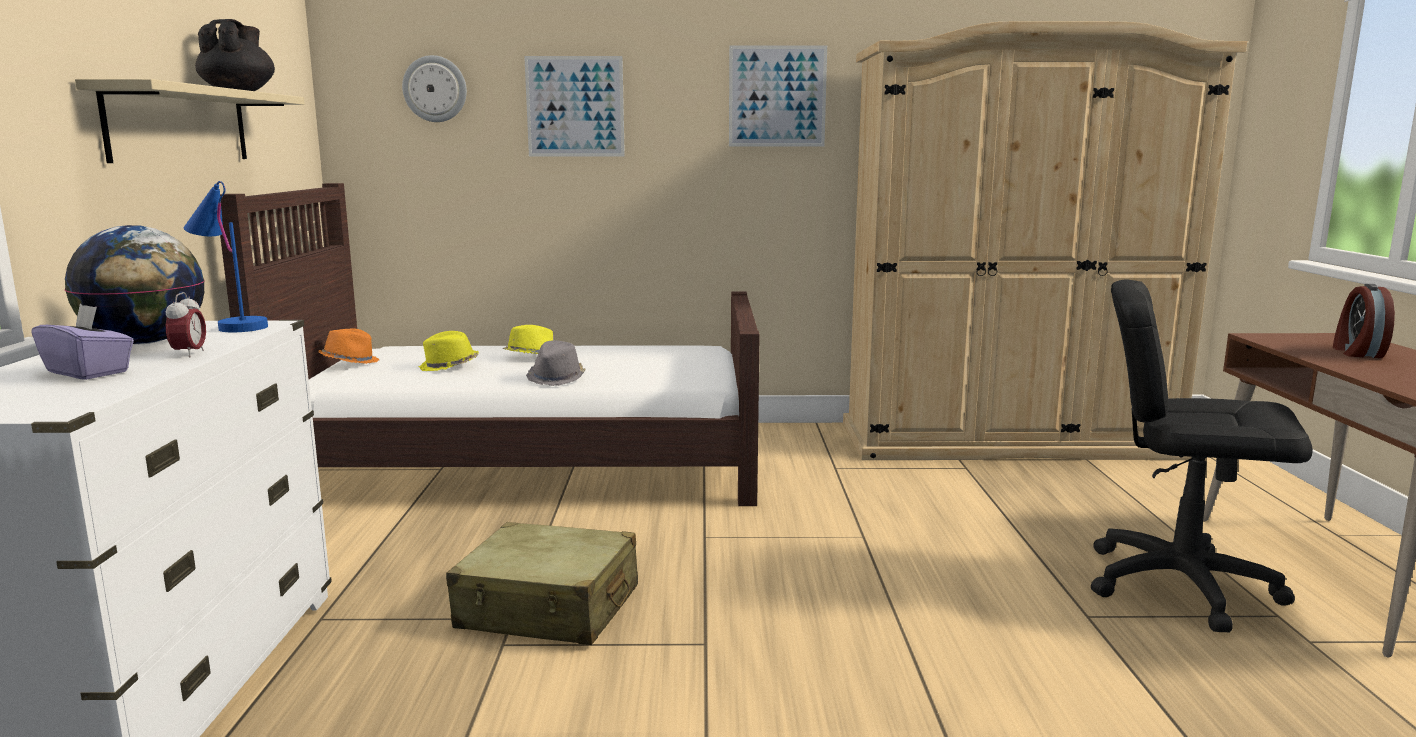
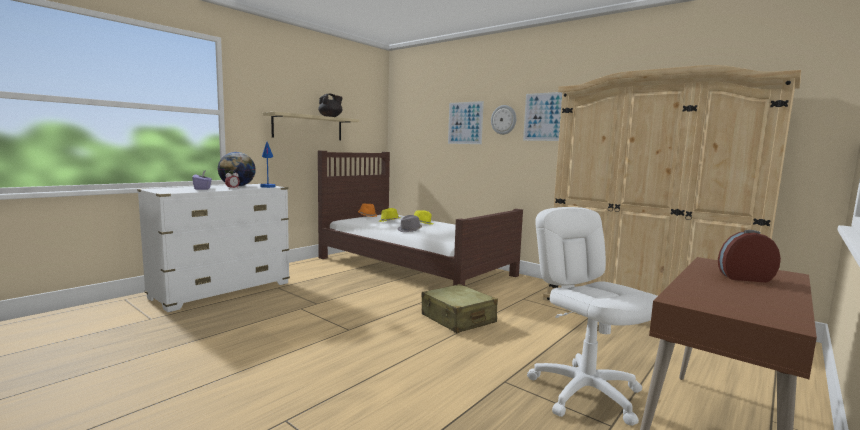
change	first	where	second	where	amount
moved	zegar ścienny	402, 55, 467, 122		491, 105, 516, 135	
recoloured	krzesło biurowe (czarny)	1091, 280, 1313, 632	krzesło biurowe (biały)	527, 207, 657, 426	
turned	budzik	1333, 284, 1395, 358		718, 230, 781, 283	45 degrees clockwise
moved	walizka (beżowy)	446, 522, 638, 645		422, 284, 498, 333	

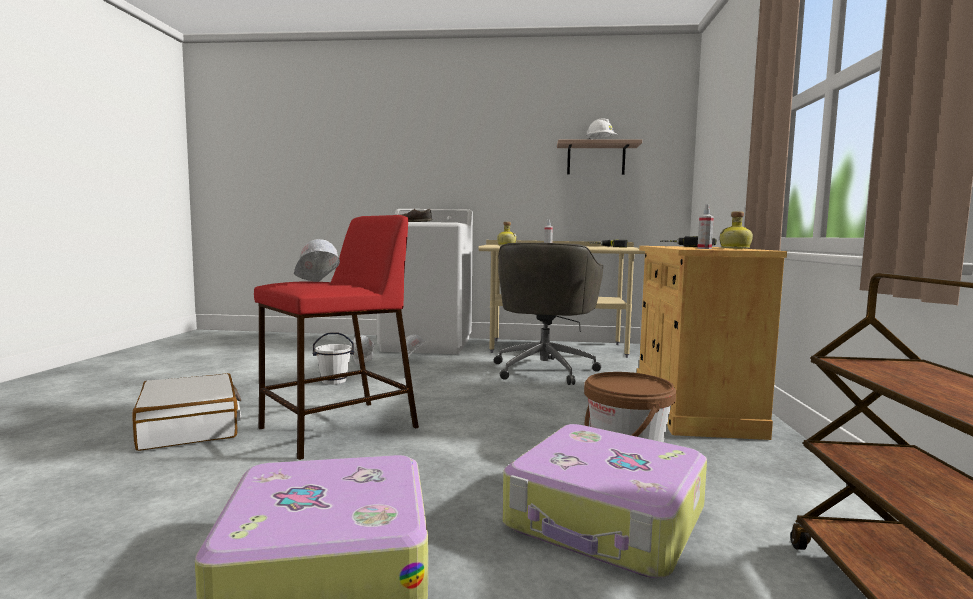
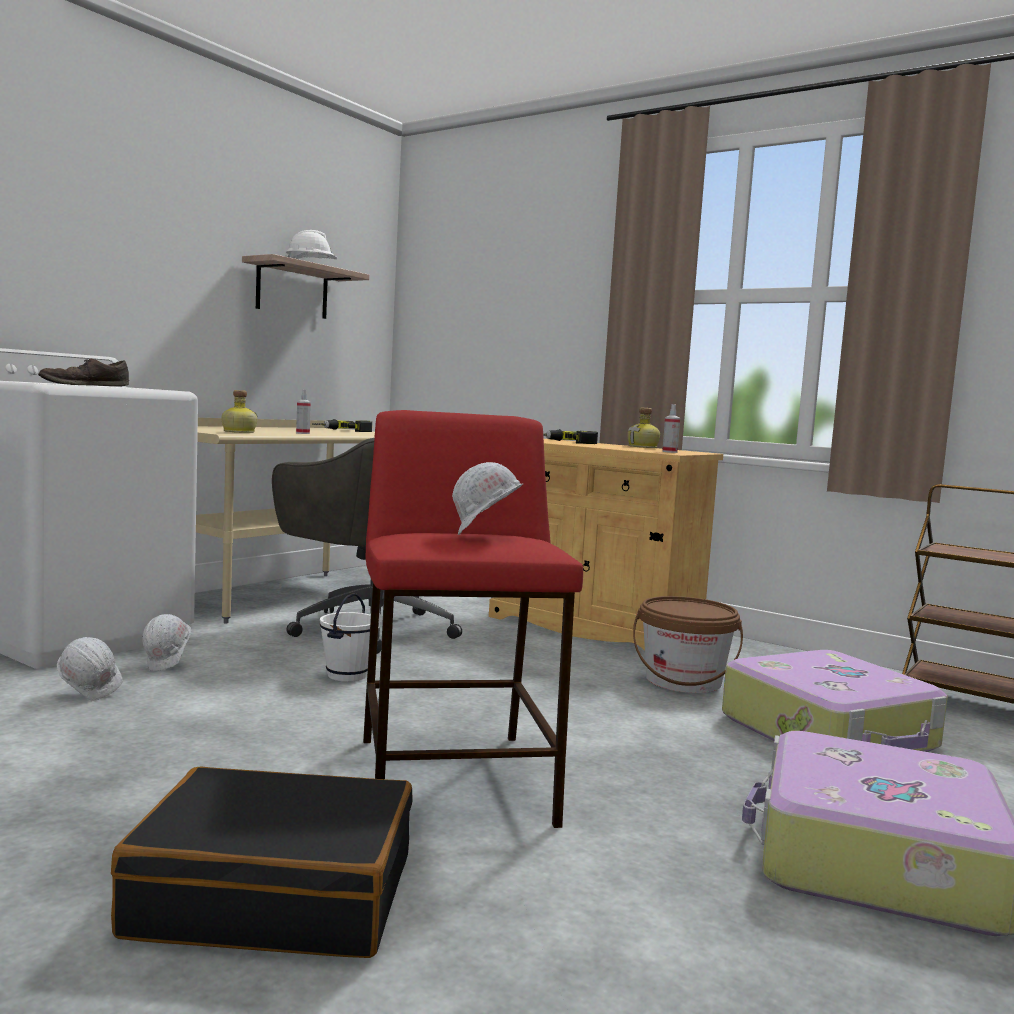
change	first	where	second	where	amount
moved	wiadro (biały)	313, 332, 354, 385		320, 593, 379, 682	
recoloured	walizka (biały)	133, 373, 241, 451	walizka (czarny)	111, 766, 413, 958	

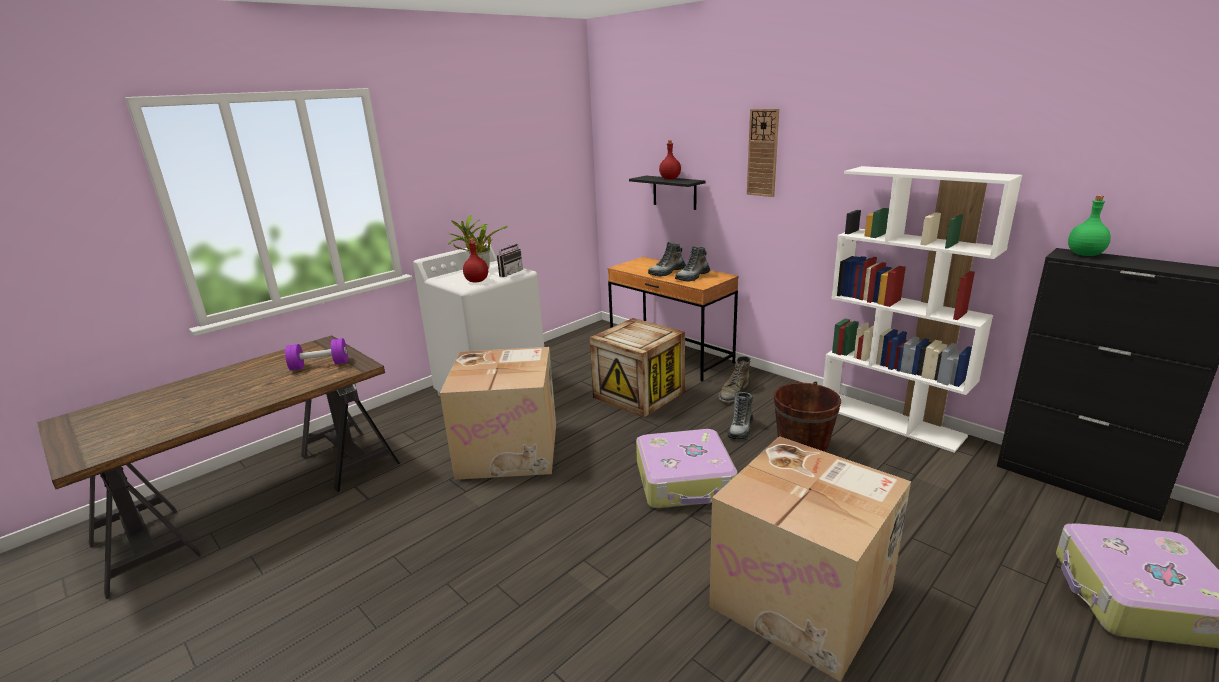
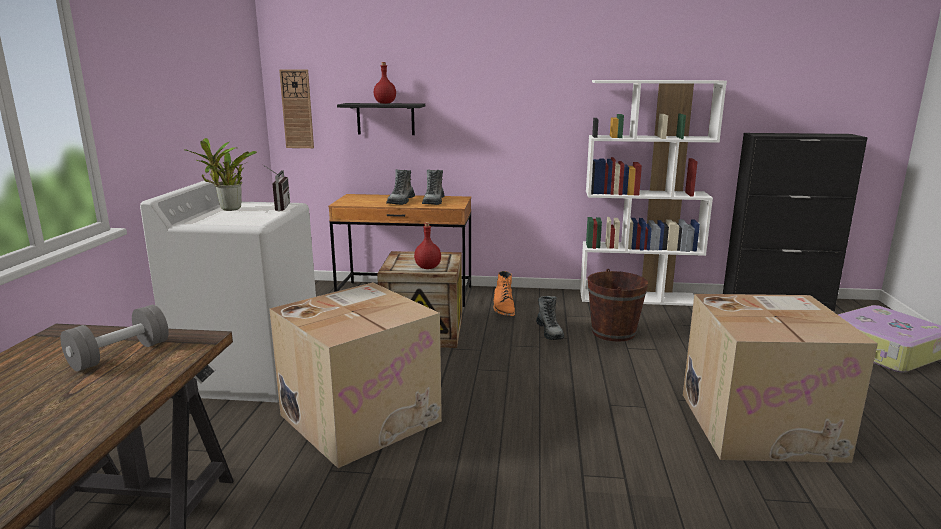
change	first	where	second	where	amount
moved	zegar ścienny	747, 109, 779, 197		279, 70, 314, 148	
removed	butelka (zielony)	1068, 195, 1111, 256			
moved	butelka (czerwony)	463, 238, 488, 282		414, 222, 441, 269	
recoloured	hantel (fioletowy)	285, 338, 348, 370	hantel (szary)	60, 305, 169, 372	
recoloured	but z cholewką (zielony)	719, 356, 751, 403	but z cholewką (pomarańczowy)	494, 271, 515, 316	
removed	walizka	636, 429, 738, 508			

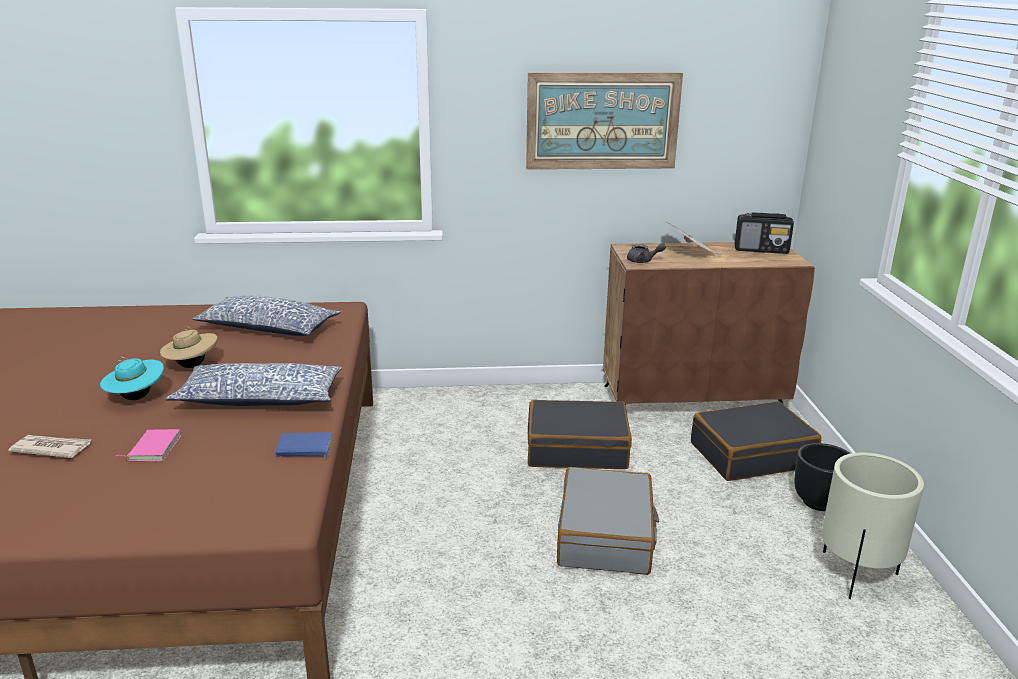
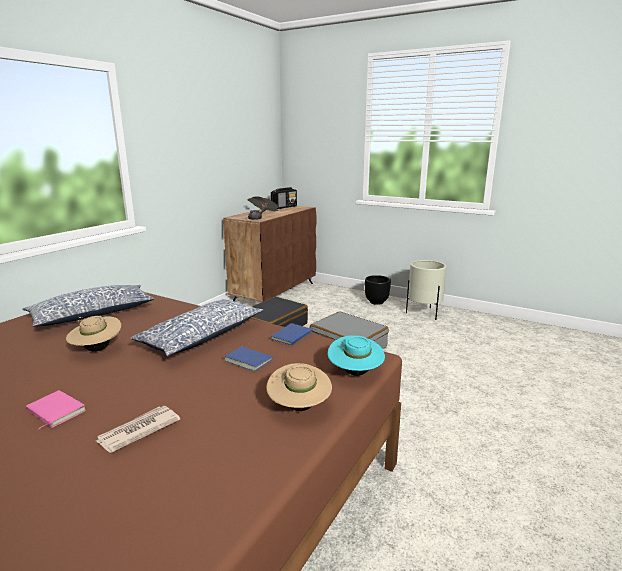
change	first	where	second	where	amount
removed	obraz	526, 72, 683, 170			
moved	kapelusz (turkusowy)	100, 356, 164, 400		328, 335, 385, 376	
removed	walizka (czarny)	691, 401, 822, 481			
moved	książka (różowy)	116, 429, 181, 461		26, 390, 86, 430	
added			książka (niebieski)	224, 344, 273, 372	
added			kapelusz (beżowy)	266, 363, 332, 411	

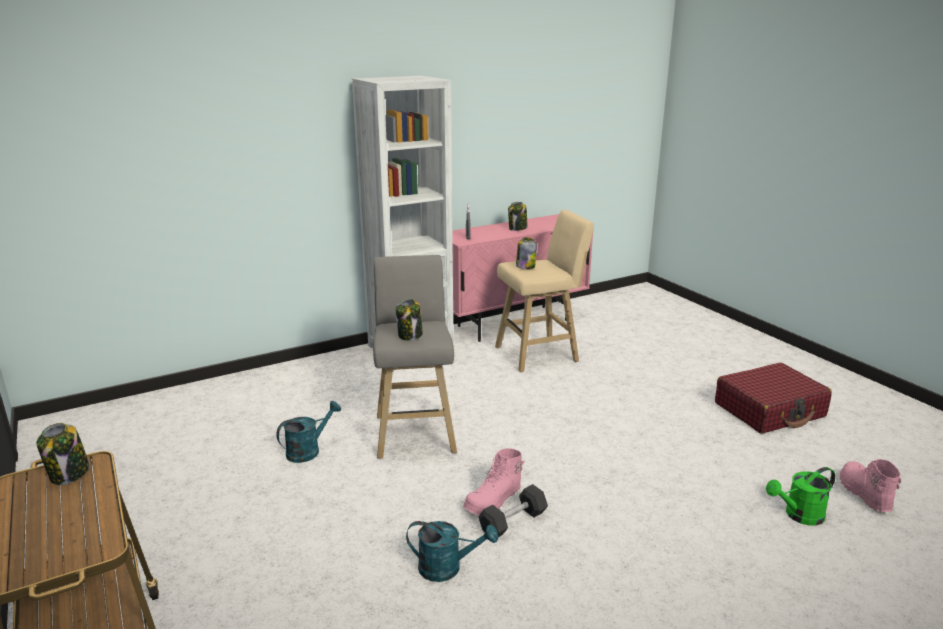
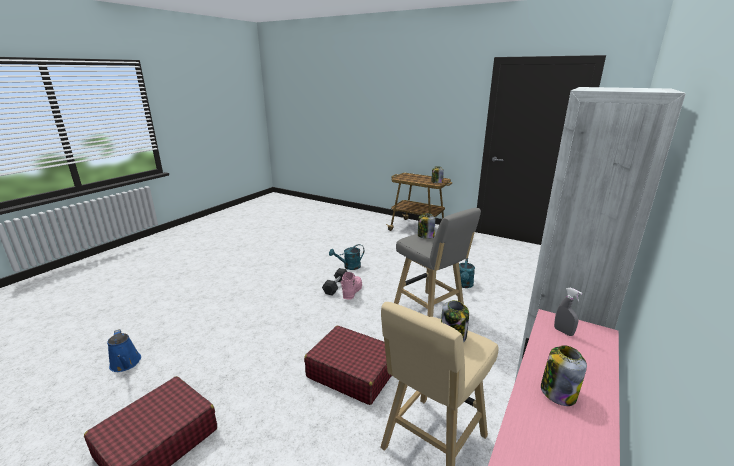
change	first	where	second	where	amount
replaced	but z cholewką (różowy)	840, 459, 901, 512	konewka (niebieski)	107, 329, 141, 372	
removed	konewka (zielony)	766, 467, 835, 526			
added			walizka (czerwony)	304, 326, 392, 405	

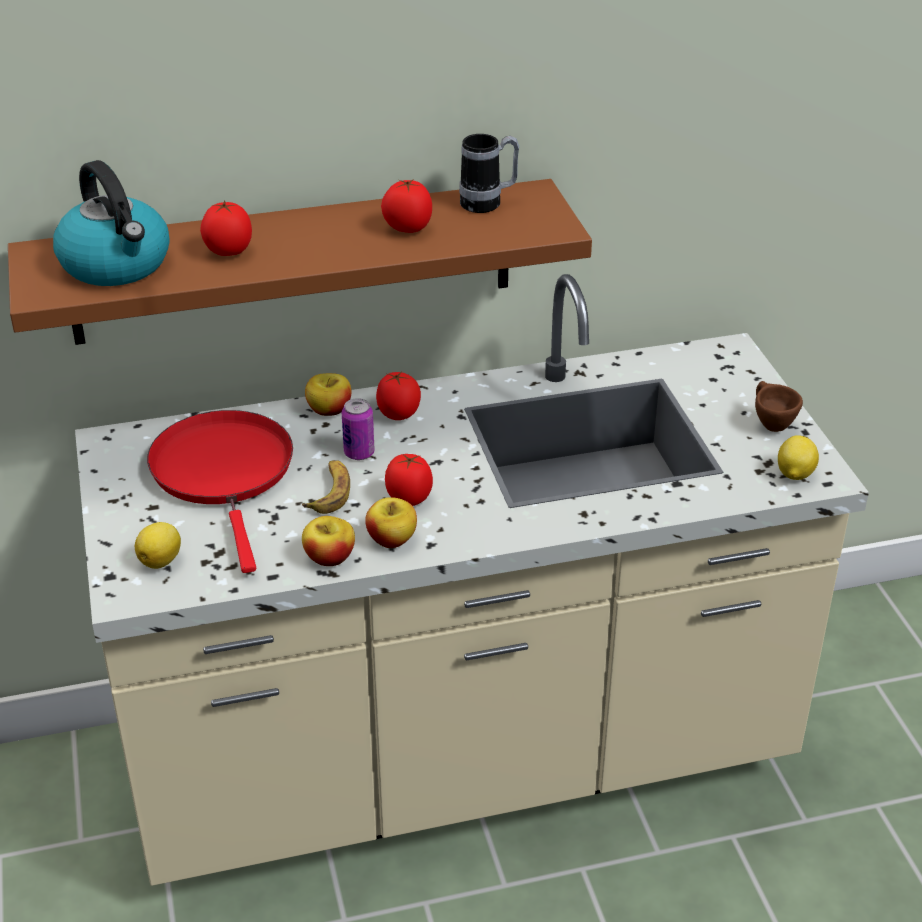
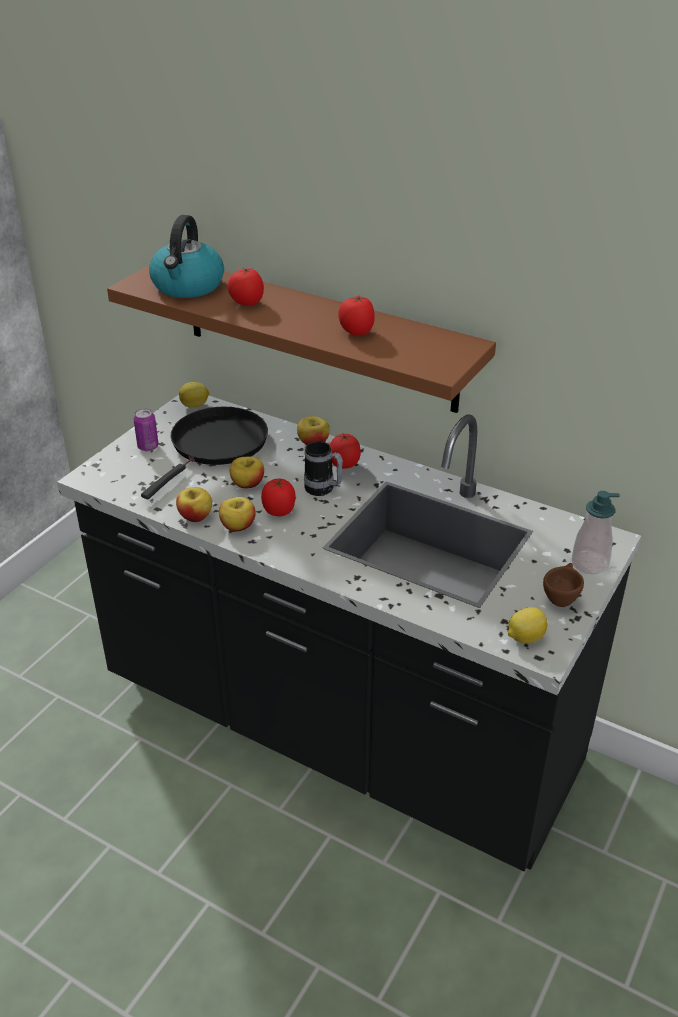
change	first	where	second	where	amount
moved	kubek	459, 134, 519, 213		304, 441, 343, 496	
recoloured	zabudowa kuchenna (beżowy)	75, 274, 869, 886	zabudowa kuchenna (czarny)	57, 395, 641, 871	
moved	puszka	342, 398, 375, 460		133, 408, 159, 451	
recoloured	patelnia (czerwony)	147, 410, 293, 573	patelnia (czarny)	141, 406, 268, 499	
replaced	banan	302, 460, 350, 514	jabłko	230, 457, 264, 488	
moved	cytryna	135, 522, 181, 569		179, 382, 210, 408	
added			dozownik mydła	572, 491, 620, 574	

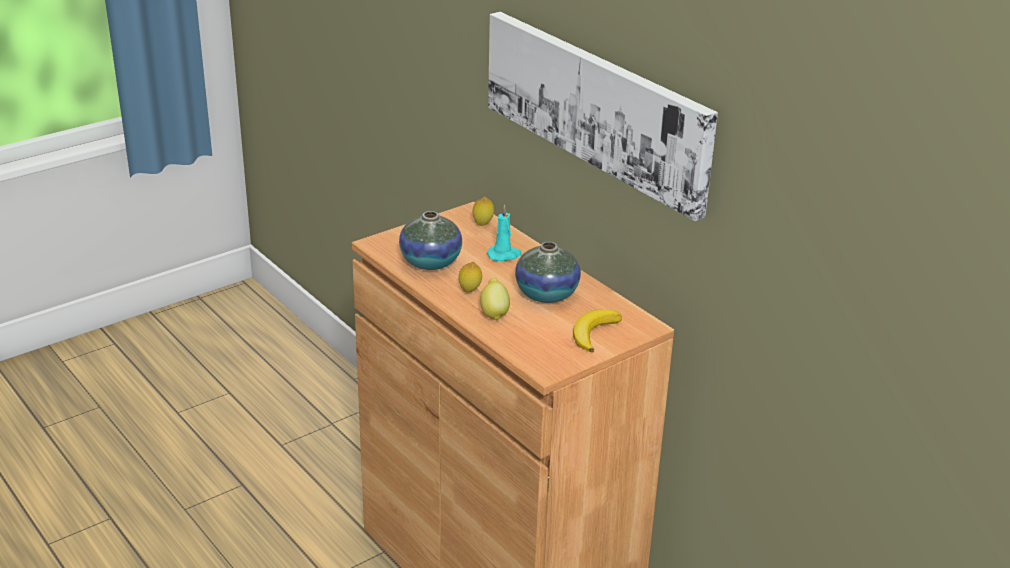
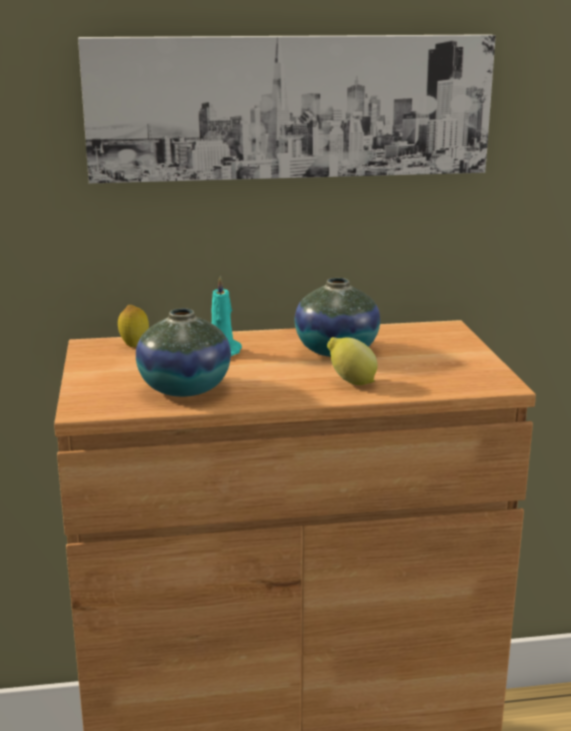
change	first	where	second	where	amount
removed	cytryna	458, 262, 482, 292			
removed	banan	573, 309, 622, 353			

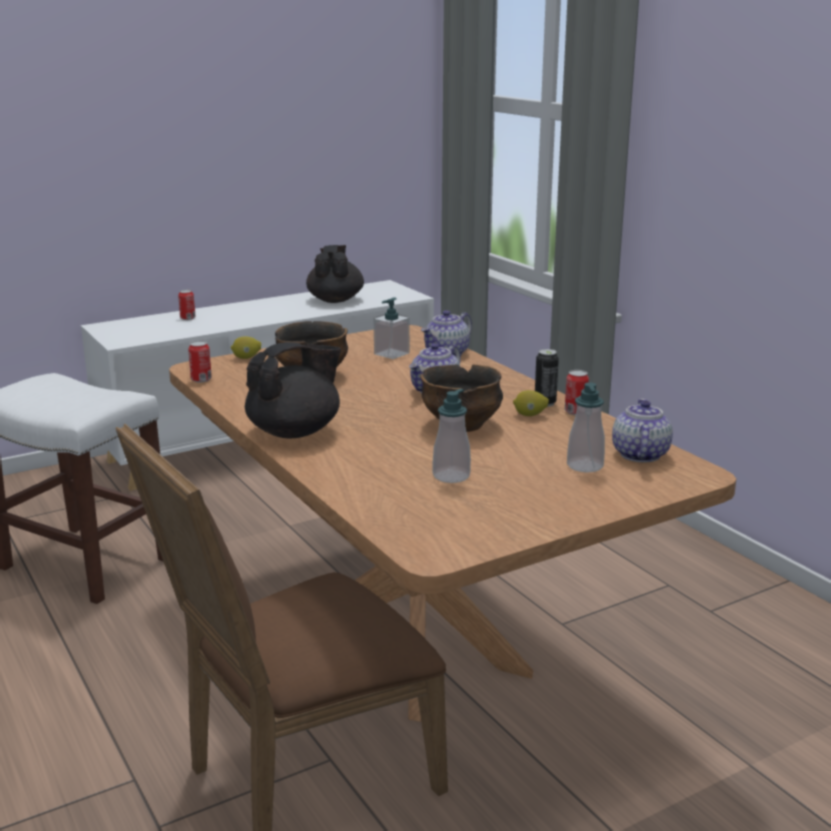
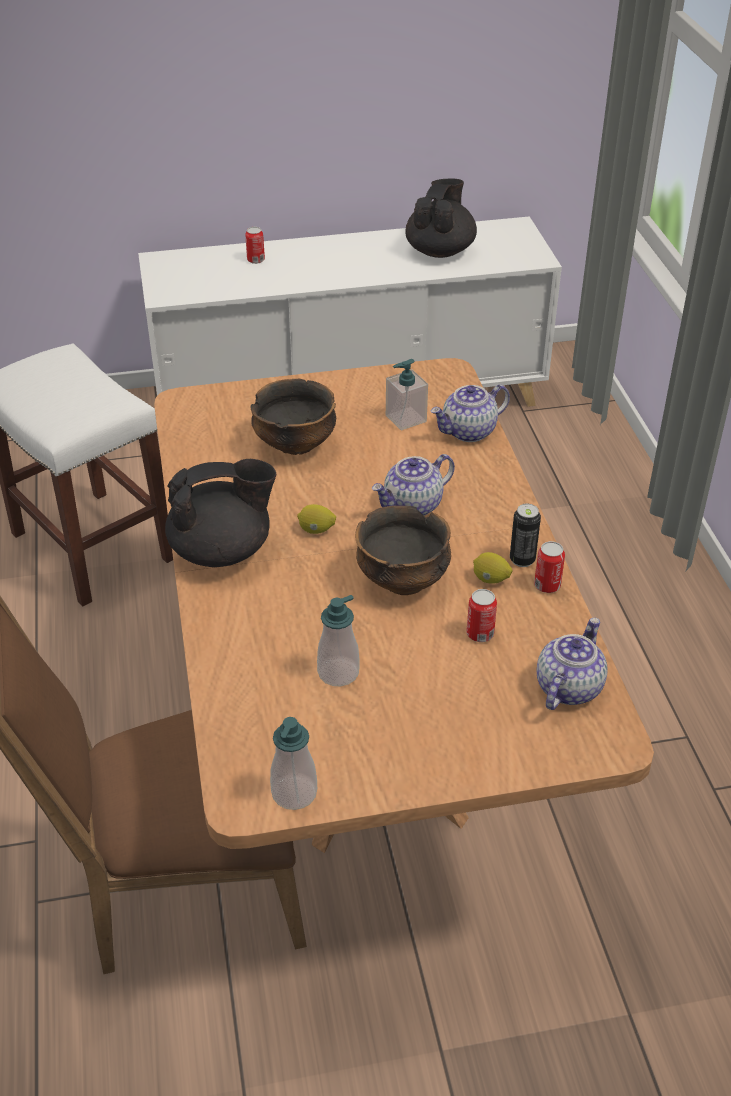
change	first	where	second	where	amount
moved	cytryna	231, 336, 261, 359		297, 504, 336, 534	
moved	puszka	188, 341, 212, 383		466, 589, 497, 642	
moved	dozownik mydła	567, 382, 605, 472		270, 717, 317, 810	

